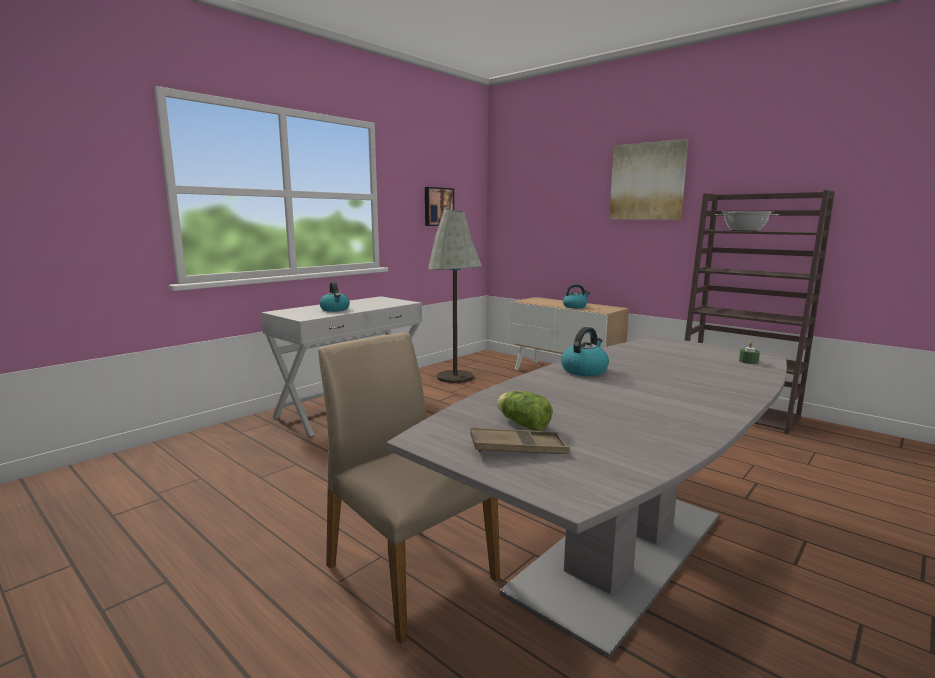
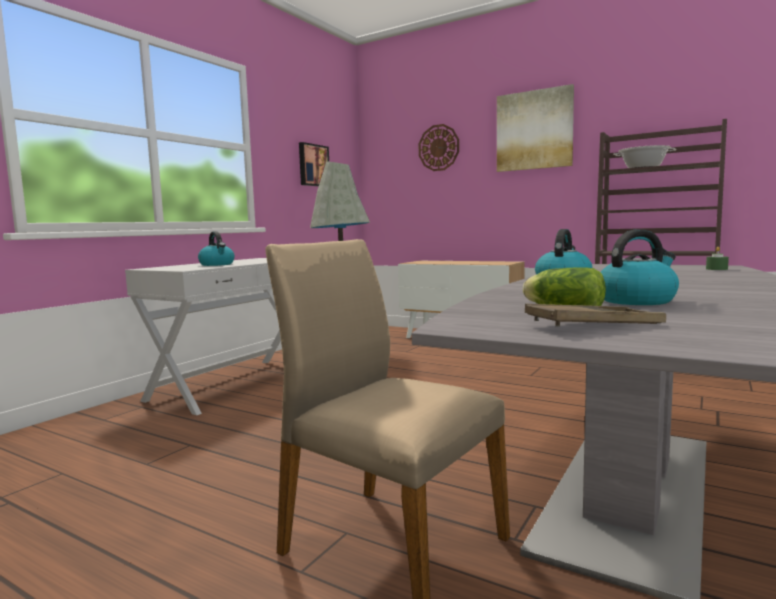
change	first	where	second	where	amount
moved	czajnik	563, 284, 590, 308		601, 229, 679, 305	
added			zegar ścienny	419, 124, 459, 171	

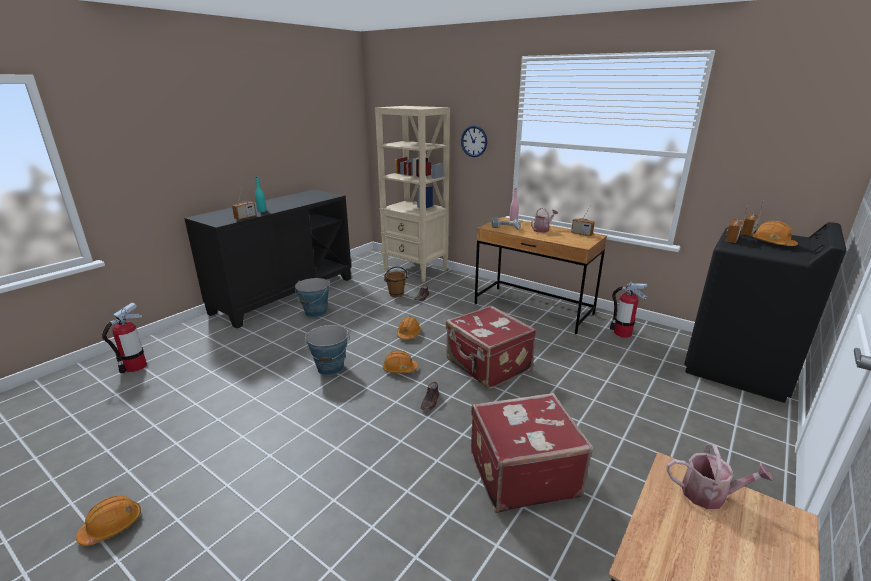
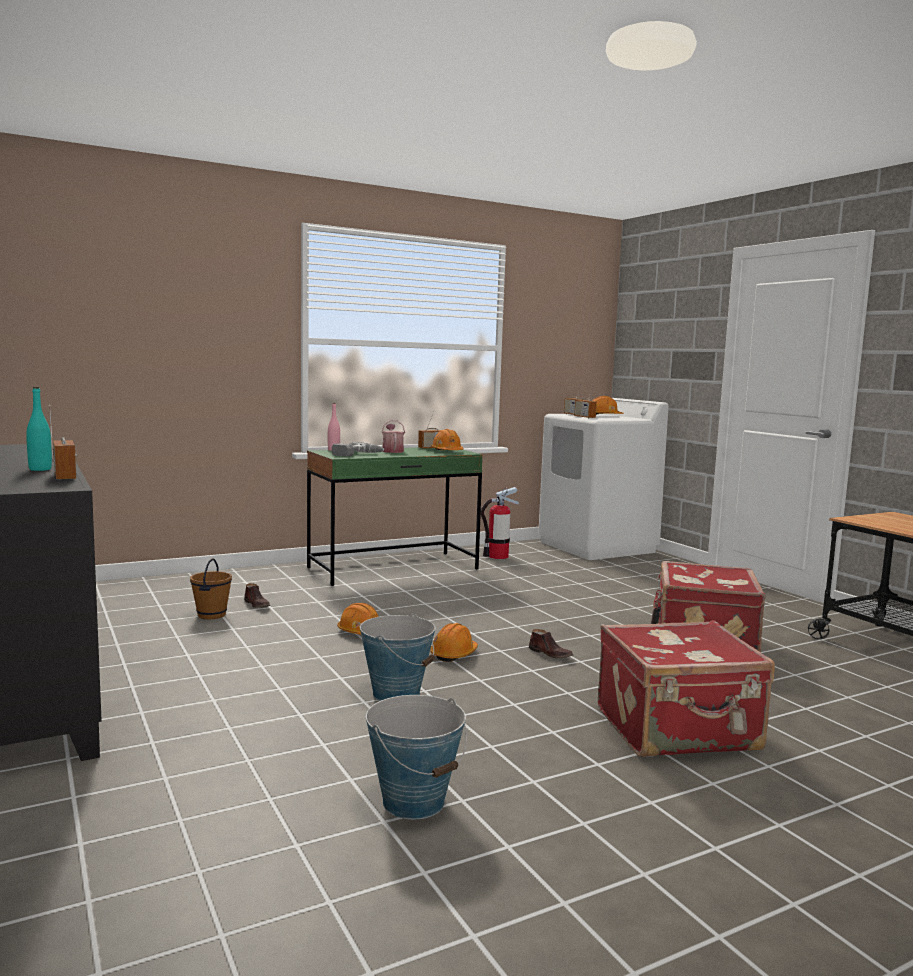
change	first	where	second	where	amount
removed	regał (beżowy)	375, 106, 450, 282			
removed	zegar ścienny	461, 126, 487, 157			
recoloured	biurko (brązowy)	475, 217, 607, 334	biurko (zielony)	307, 447, 483, 586	
recoloured	pralka (czarny)	684, 222, 846, 403	pralka (biały)	538, 398, 669, 560	
moved	wiadro	295, 278, 330, 318		366, 695, 467, 819	
removed	gaśnica	102, 303, 147, 374			
moved	walizka (czerwony)	446, 305, 536, 389		598, 620, 775, 757	
removed	konewka	666, 444, 773, 509			
moved	kask (pomarańczowy)	76, 495, 141, 546		431, 429, 464, 450	

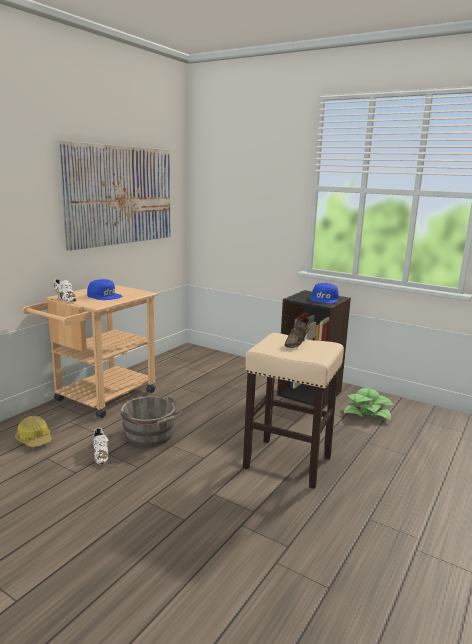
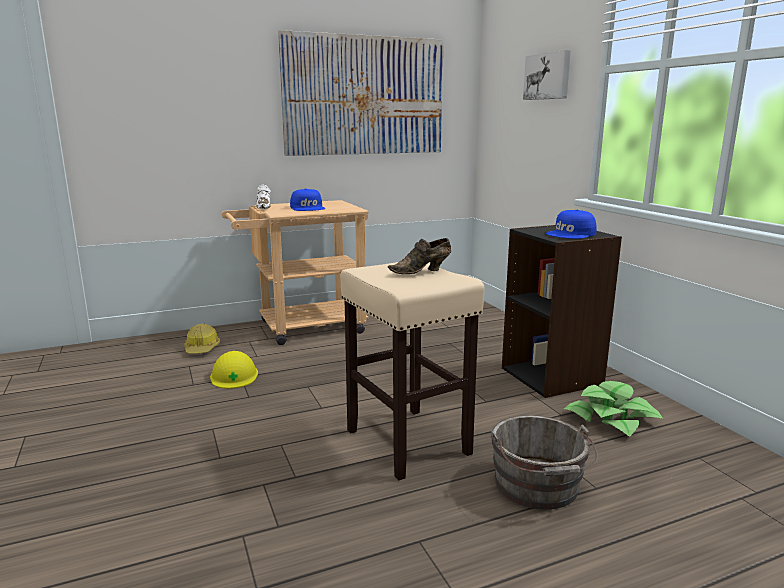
change	first	where	second	where	amount
moved	wiadro (szary)	120, 395, 181, 447		491, 415, 598, 510	
replaced	but (biały)	93, 428, 109, 464	kask (żółty)	210, 351, 258, 389	
added			obraz	523, 50, 571, 100	

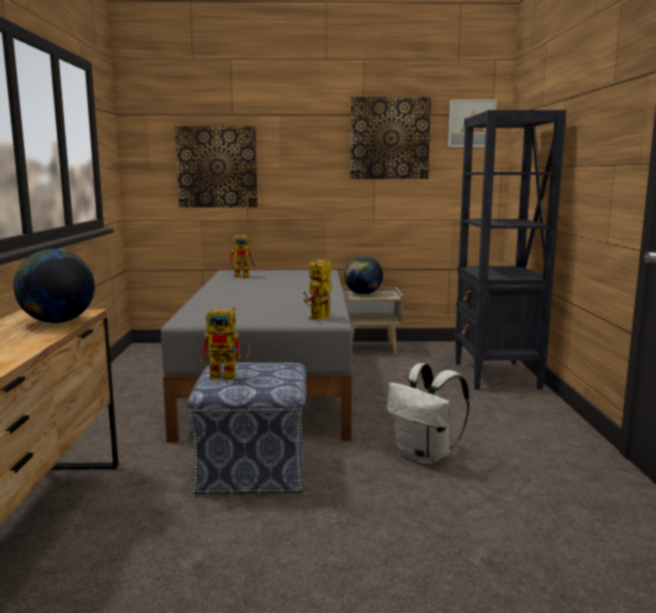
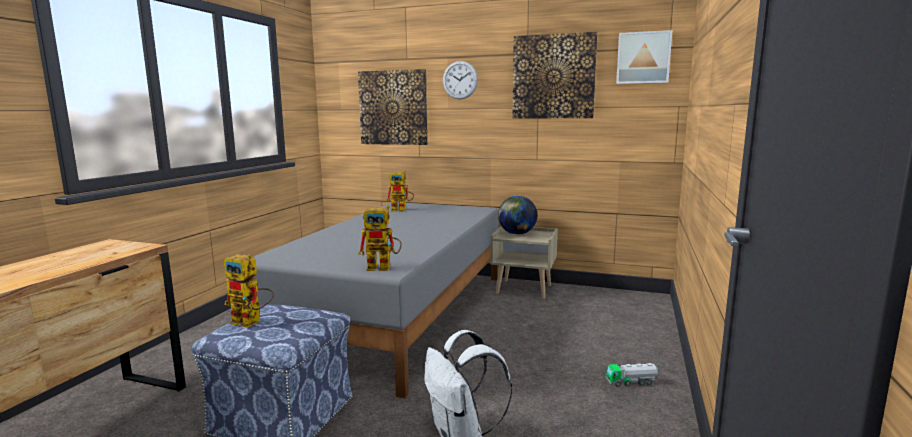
change	first	where	second	where	amount
removed	regał (czarny)	455, 110, 566, 390			
removed	globus	13, 249, 95, 323			
turned	robot zabawkowy	303, 259, 331, 320		358, 206, 402, 271	135 degrees counterclockwise
added			zegar ścienny	443, 61, 478, 99	
added			ciężarówka zabawkowa	606, 363, 658, 387	

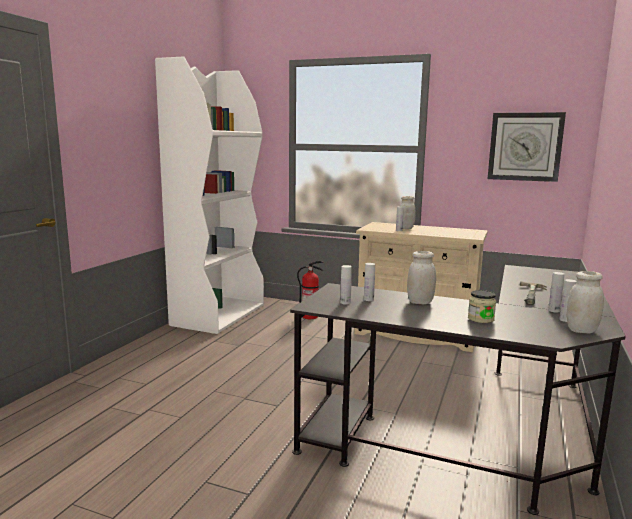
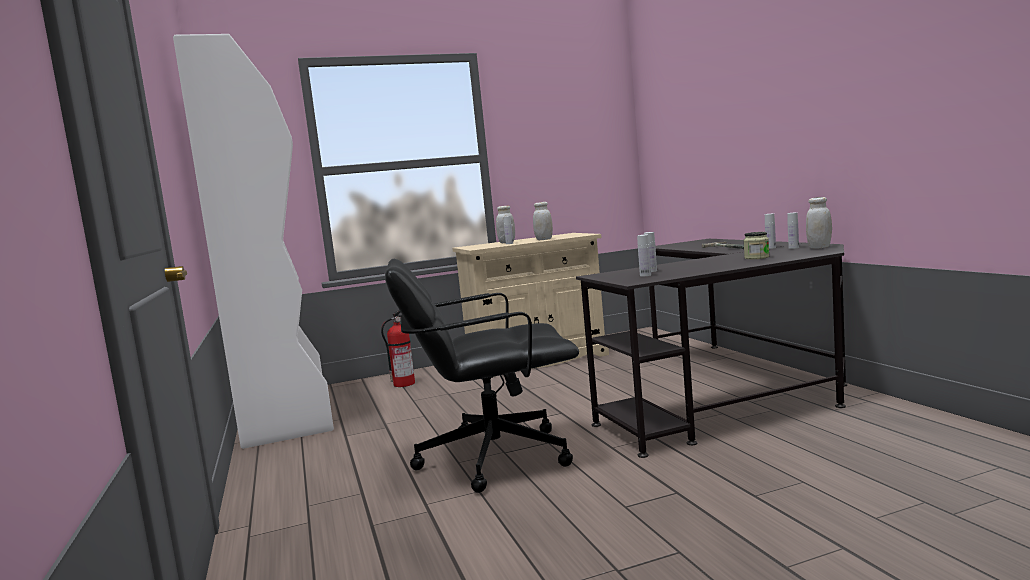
change	first	where	second	where	amount
removed	zegar ścienny	488, 112, 566, 182			
moved	słoik (biały)	407, 251, 436, 304		533, 202, 553, 240	
added			krzesło biurowe (czarny)	385, 259, 579, 493	

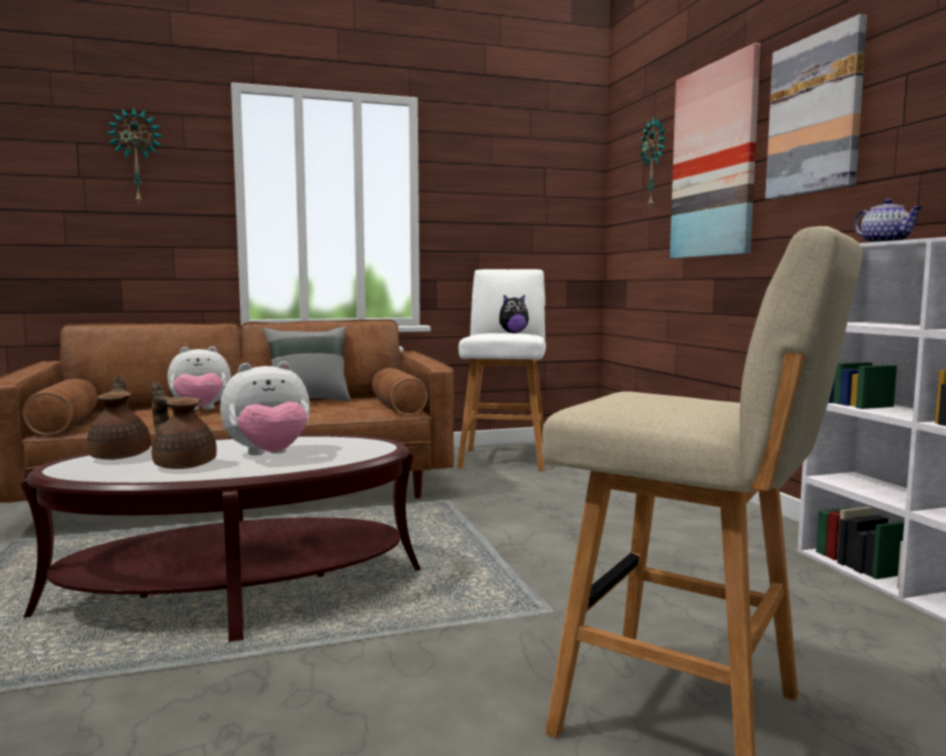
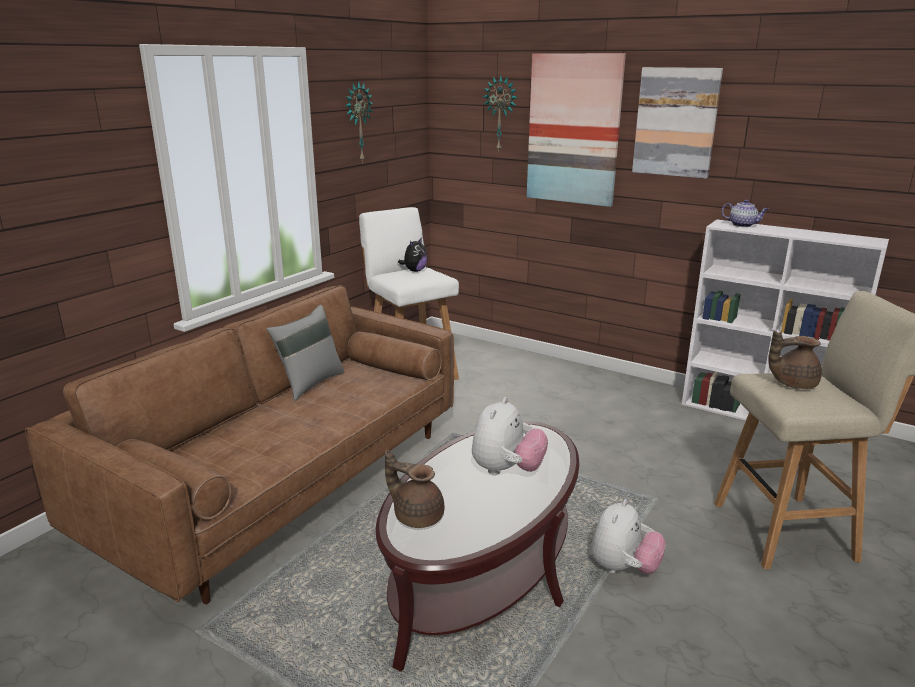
change	first	where	second	where	amount
moved	zegar ścienny	106, 106, 162, 203		345, 81, 374, 163	
moved	pluszak	167, 346, 231, 410		592, 499, 666, 574	
moved	imbryk (brązowy)	152, 382, 217, 469		768, 331, 822, 389	

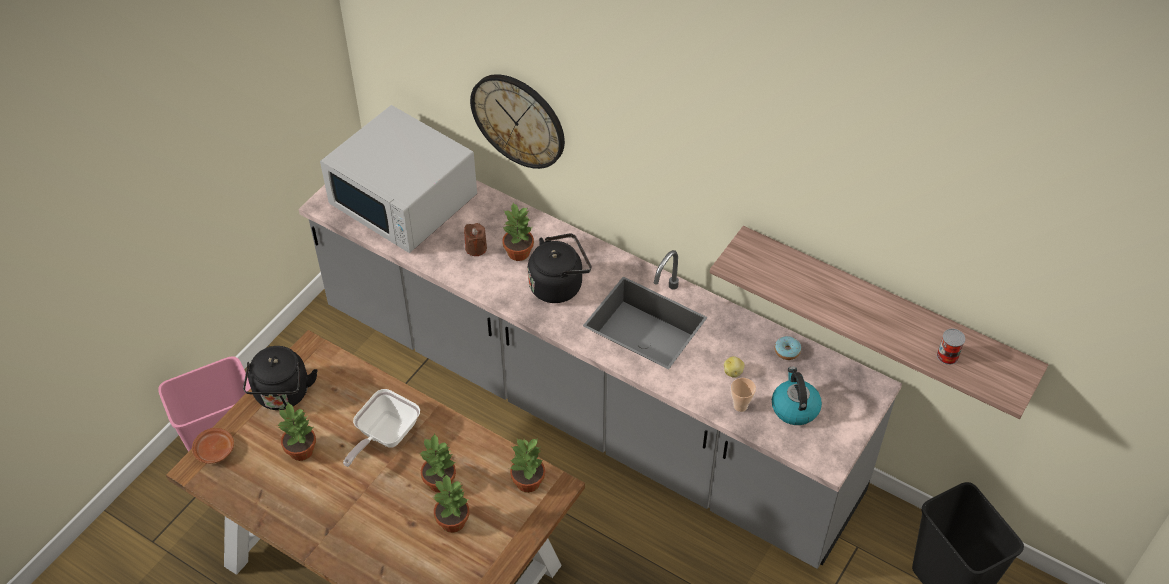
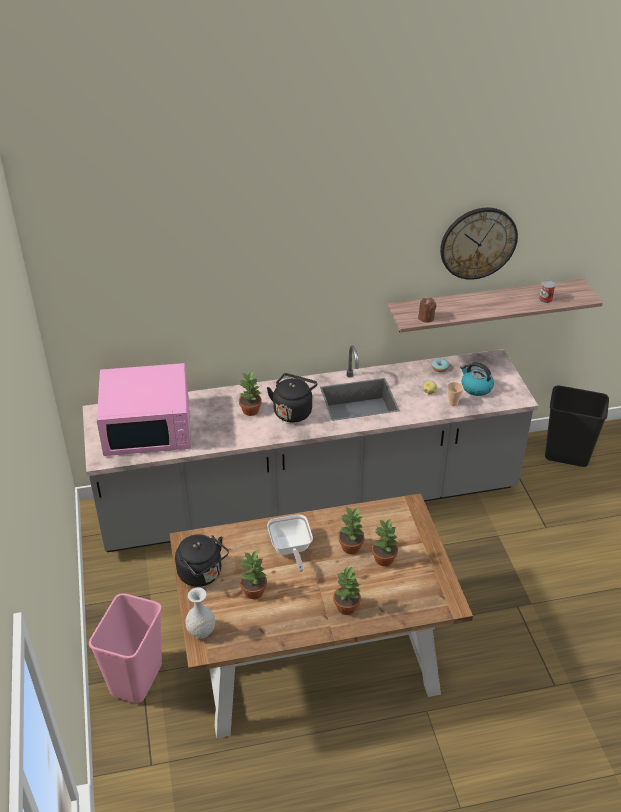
change	first	where	second	where	amount
moved	zegar ścienny	470, 74, 565, 169		440, 208, 518, 280	
recoloured	mikrofalówka (biały)	320, 105, 477, 253	mikrofalówka (różowy)	97, 363, 191, 456	
moved	świeca (brązowy)	464, 223, 487, 256		418, 298, 436, 323	
replaced	talerz (brązowy)	192, 428, 234, 464	wazon (biały)	185, 588, 215, 639	
moved	roślina doniczkowa	509, 439, 545, 493		333, 566, 361, 615	

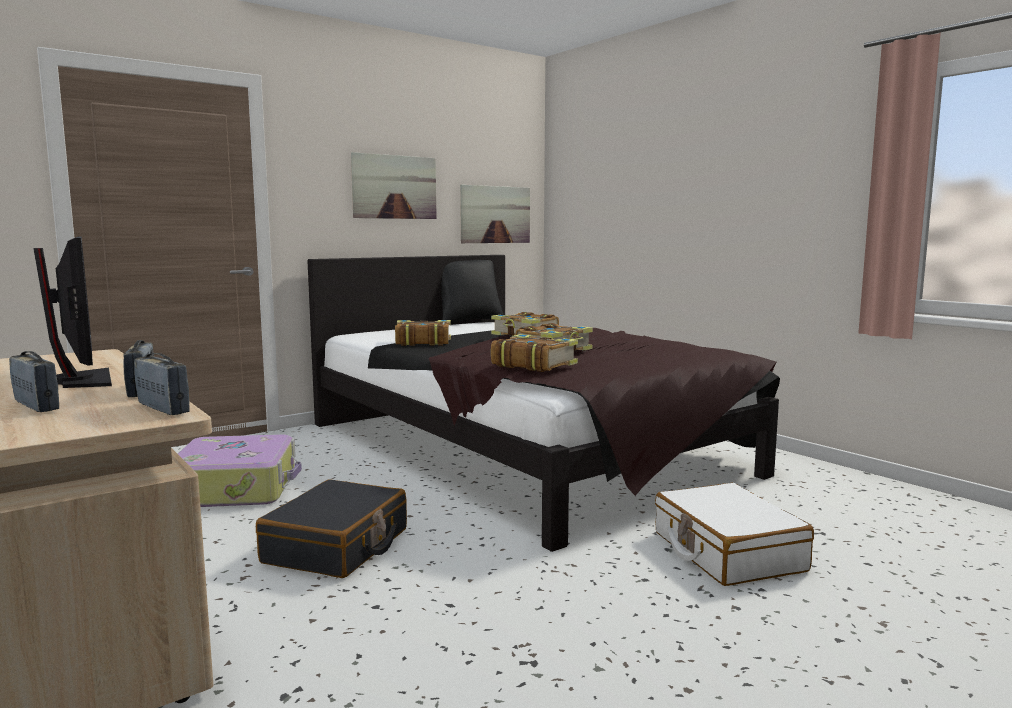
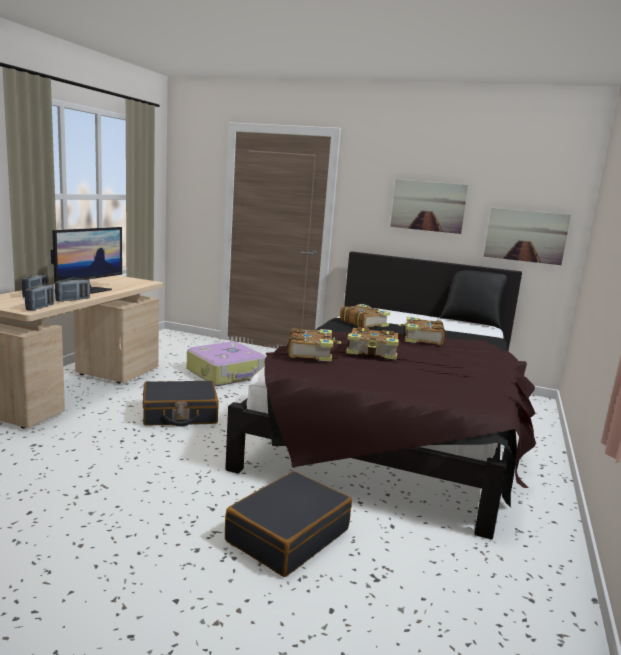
change	first	where	second	where	amount
recoloured	walizka (biały)	655, 483, 814, 586	walizka (czarny)	225, 471, 352, 577	

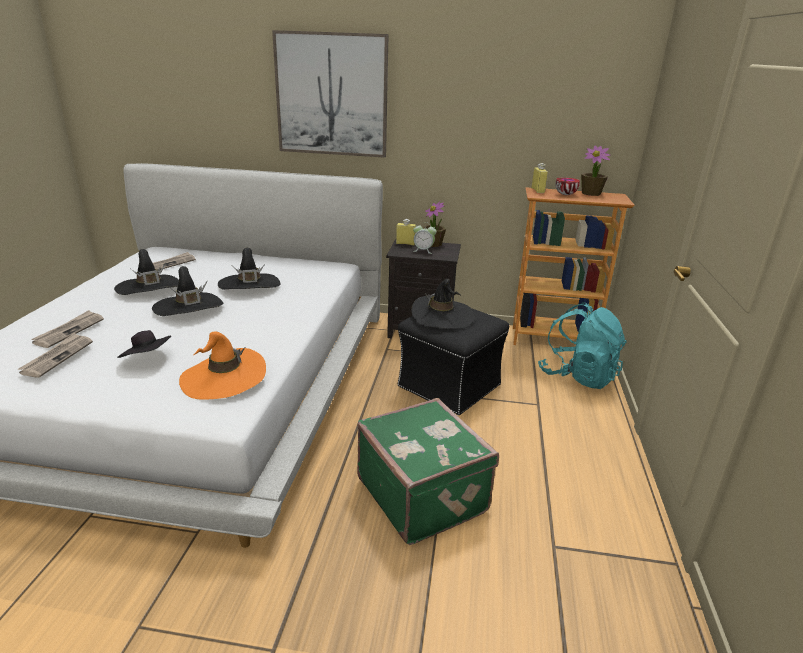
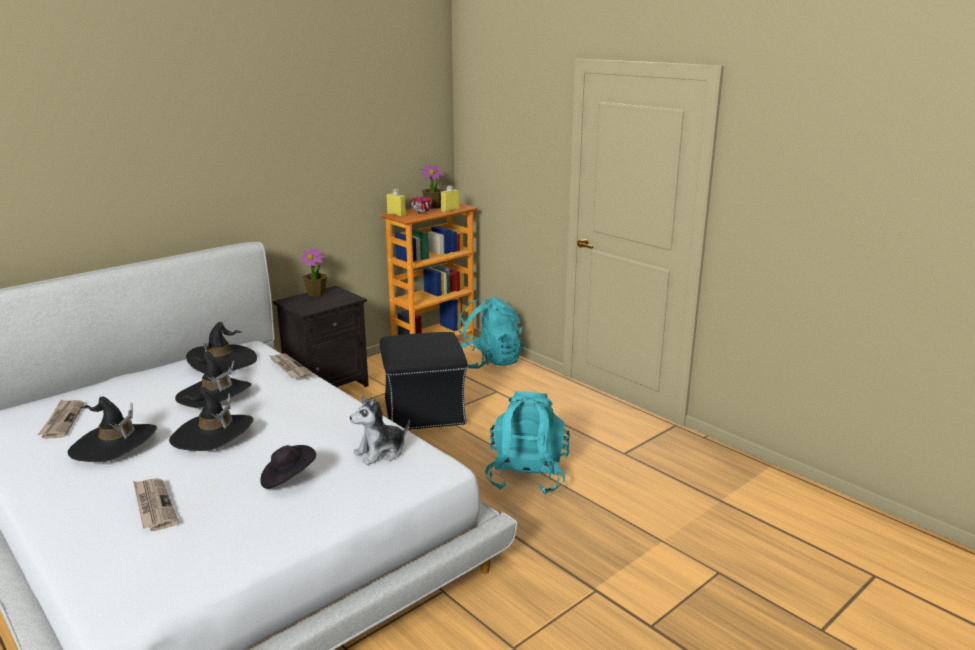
change	first	where	second	where	amount
removed	obraz	272, 30, 389, 158			
moved	butelka (żółty)	396, 219, 416, 246		441, 185, 459, 212	
removed	budzik	413, 222, 437, 254			
moved	kapelusz (czarny)	411, 279, 475, 329		186, 322, 257, 373	
replaced	kapelusz (pomarańczowy)	179, 332, 266, 400	pluszak	350, 395, 410, 465	
moved	gazeta	18, 333, 93, 378		270, 354, 315, 380	
replaced	walizka (zielony)	357, 398, 499, 545	plecak (turkusowy)	485, 391, 570, 495	

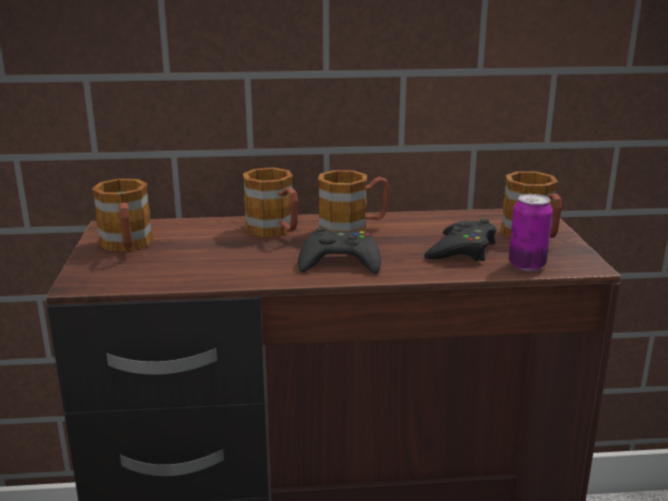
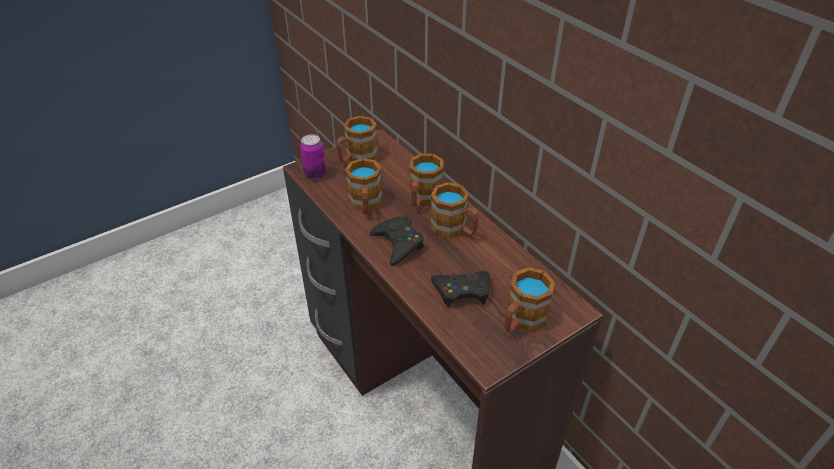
change	first	where	second	where	amount
moved	puszka	509, 194, 553, 271		300, 135, 326, 180	
added			kubek	345, 158, 383, 214	

